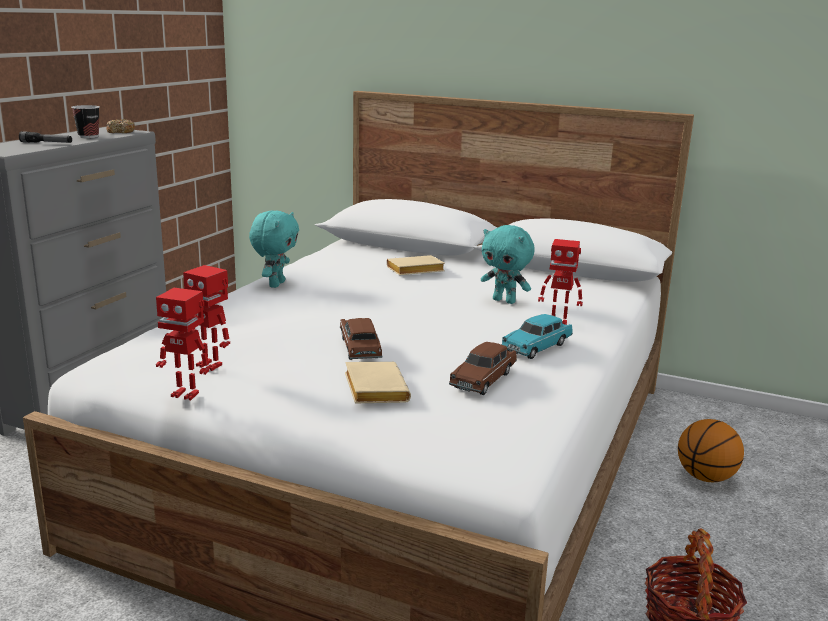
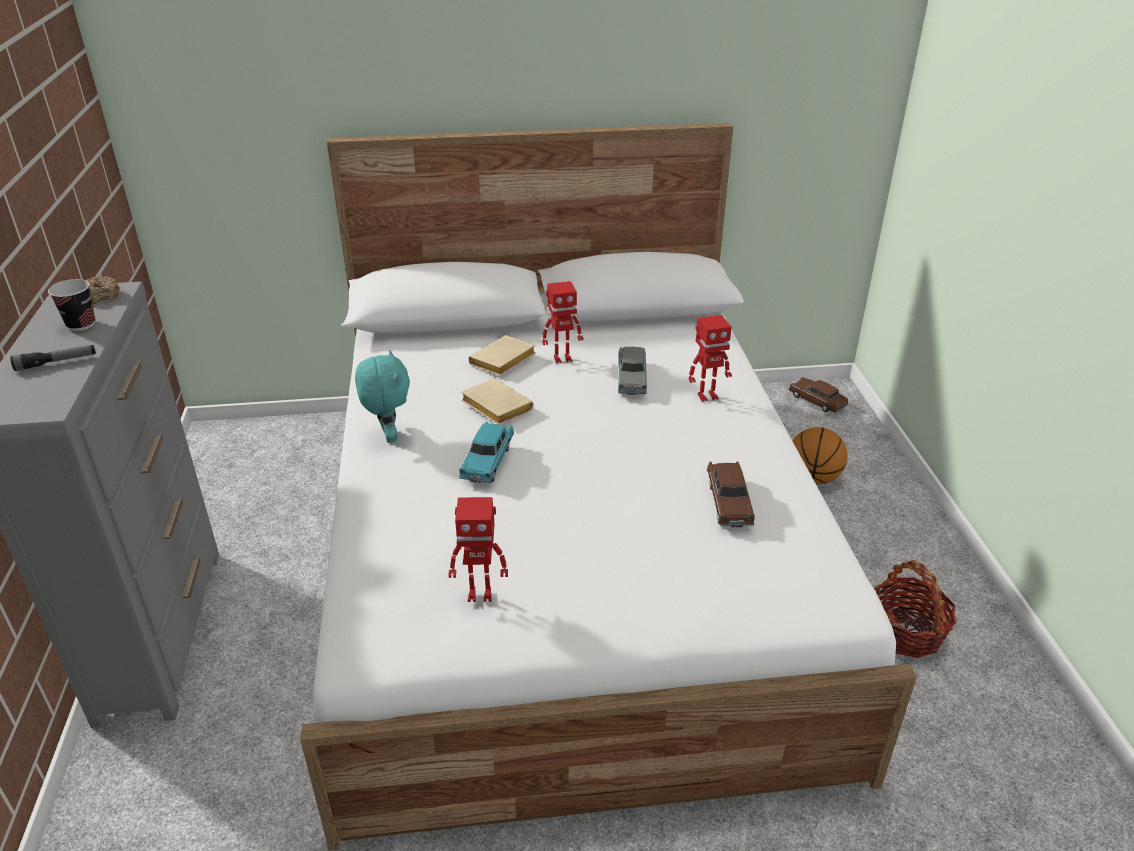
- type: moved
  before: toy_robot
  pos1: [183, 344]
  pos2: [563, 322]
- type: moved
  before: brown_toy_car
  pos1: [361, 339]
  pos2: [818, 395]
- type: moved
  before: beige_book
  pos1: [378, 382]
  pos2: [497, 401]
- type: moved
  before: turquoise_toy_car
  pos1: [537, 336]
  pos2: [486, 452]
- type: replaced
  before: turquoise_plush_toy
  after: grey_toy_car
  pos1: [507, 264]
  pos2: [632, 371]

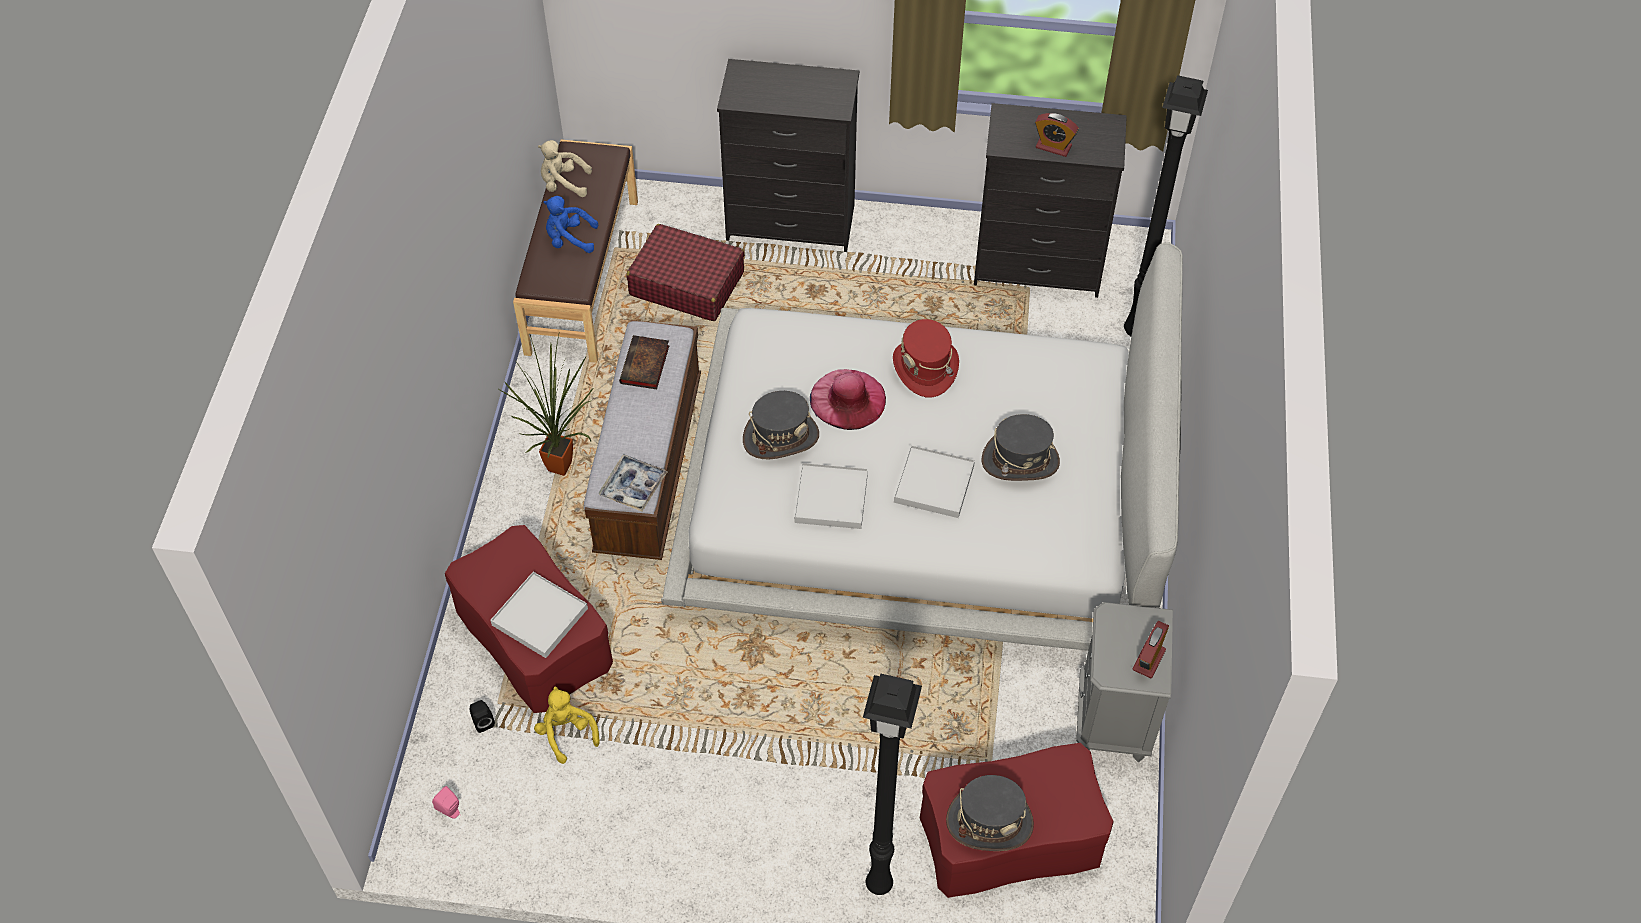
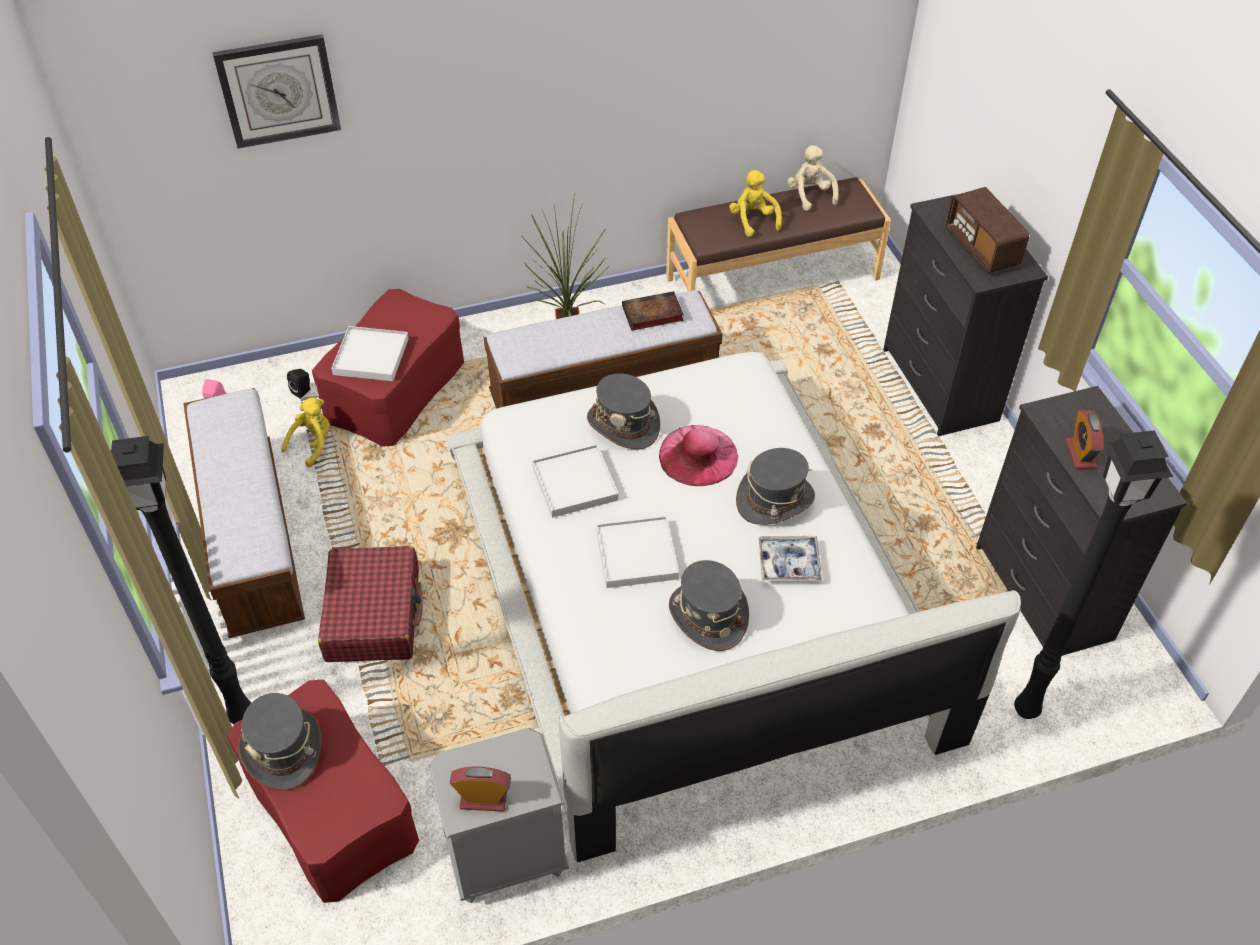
- type: added
  after: bench
  pos2: [244, 513]
- type: added
  after: wall_clock
  pos2: [276, 91]
- type: added
  after: radio
  pos2: [987, 230]
- type: moved
  before: tray
  pos1: [633, 483]
  pos2: [790, 558]
- type: moved
  before: red_suitcase
  pos1: [685, 272]
  pos2: [370, 604]
- type: recoloured
  before: blue_plush_toy
  after: yellow_plush_toy
  pos1: [570, 224]
  pos2: [755, 203]
- type: recoloured
  before: red_hat
  after: grey_hat
  pos1: [926, 358]
  pos2: [775, 486]

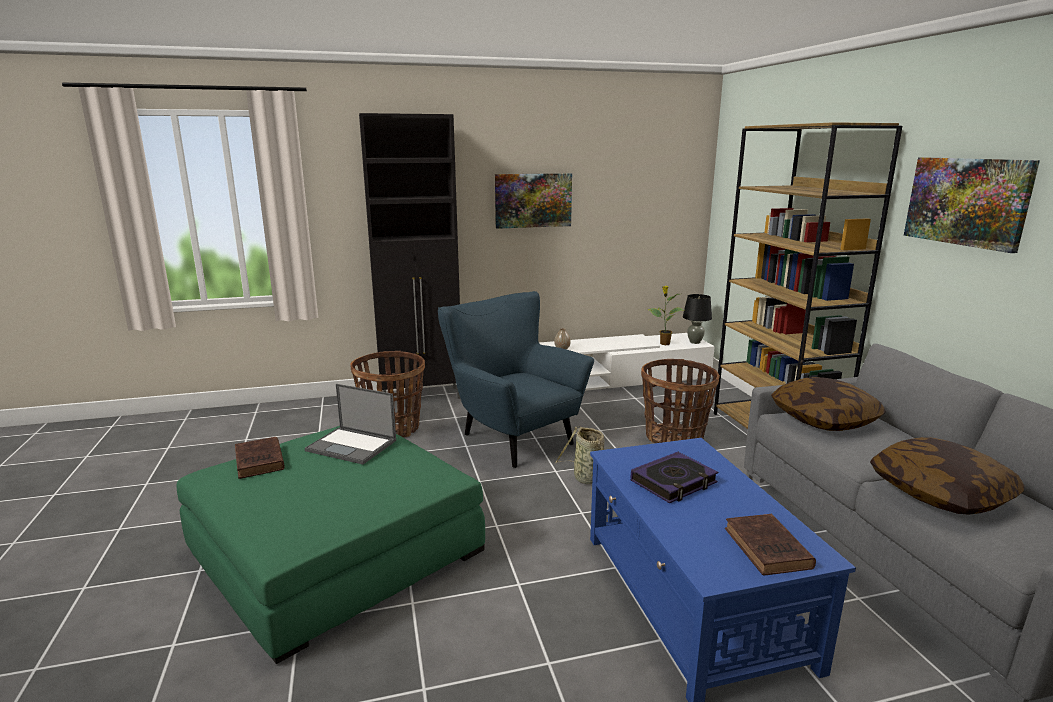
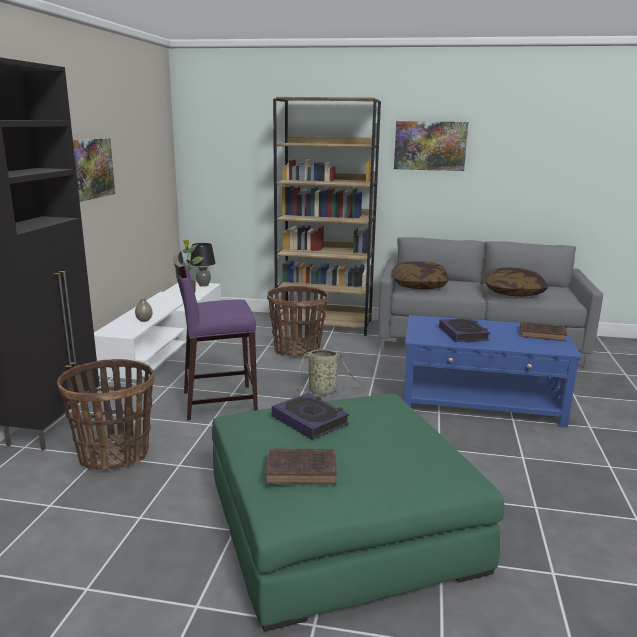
- type: replaced
  before: laptop
  after: book
  pos1: [350, 424]
  pos2: [311, 416]
- type: replaced
  before: blue_armchair
  after: purple_stool
  pos1: [516, 379]
  pos2: [215, 335]

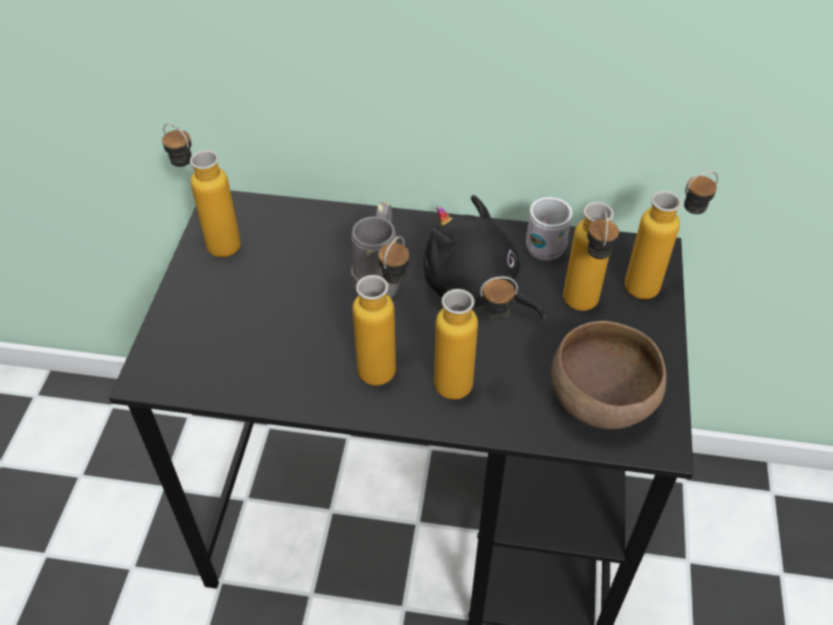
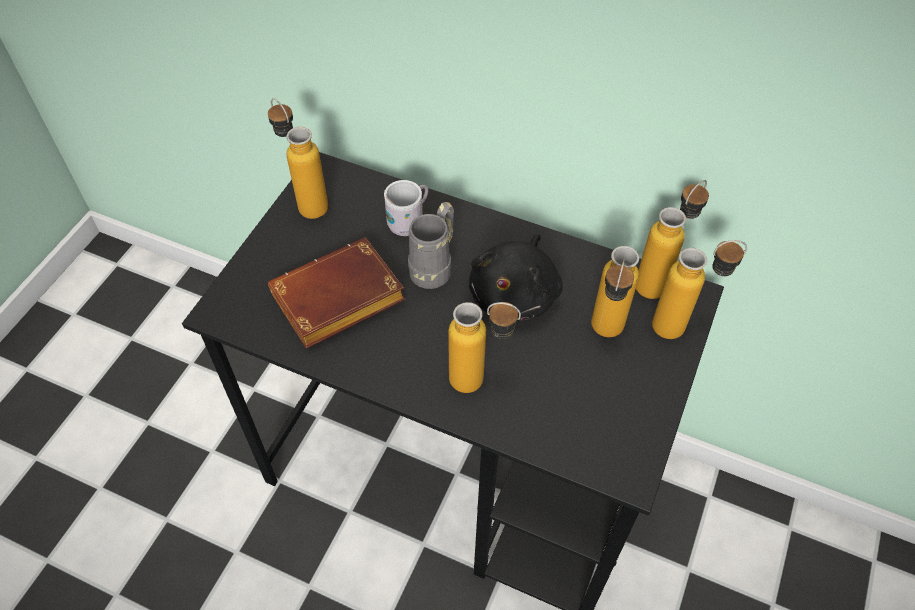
- type: removed
  before: brown_bowl
  pos1: [608, 375]
- type: added
  after: brown_book
  pos2: [337, 292]
- type: moved
  before: bottle
  pos1: [380, 311]
  pos2: [672, 239]
- type: moved
  before: white_mug
  pos1: [549, 229]
  pos2: [406, 208]
- type: turned
  before: black_plush_toy
  pos1: [484, 257]
  pos2: [516, 278]
  turn: -120

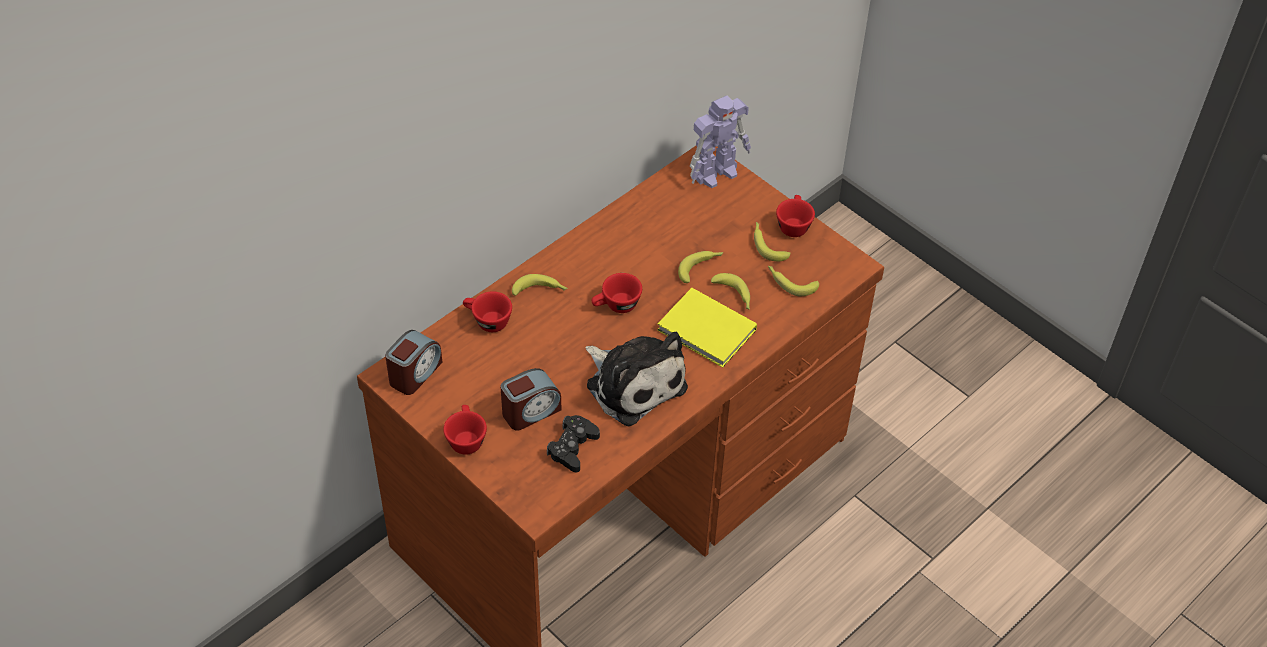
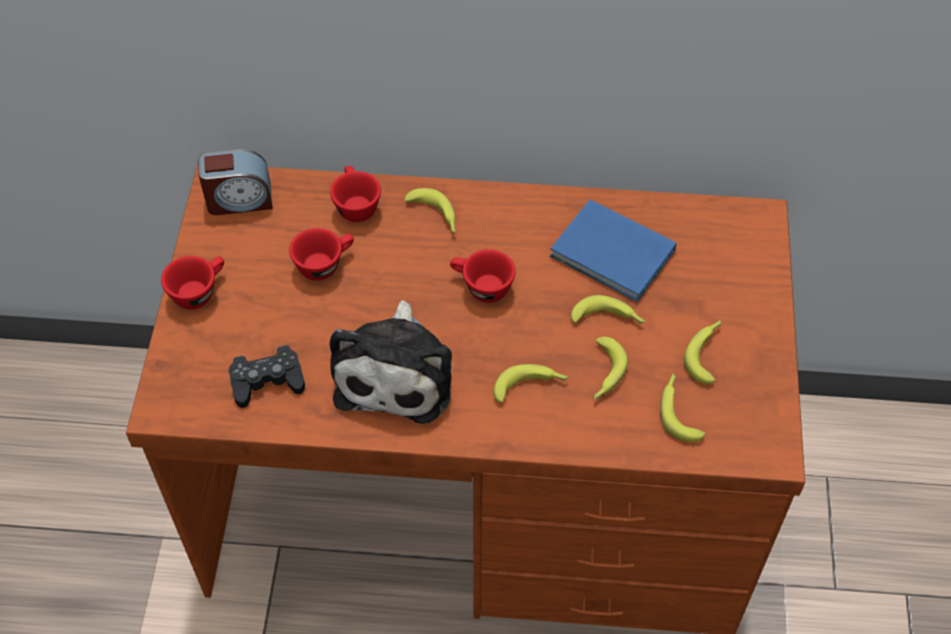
- type: removed
  before: alarm_clock
  pos1: [530, 399]
- type: removed
  before: toy_robot
  pos1: [720, 141]
- type: added
  after: blue_book
  pos2: [613, 251]
- type: moved
  before: red_cup
  pos1: [795, 216]
  pos2: [321, 254]
- type: replaced
  before: yellow_book
  after: banana
  pos1: [707, 328]
  pos2: [531, 383]

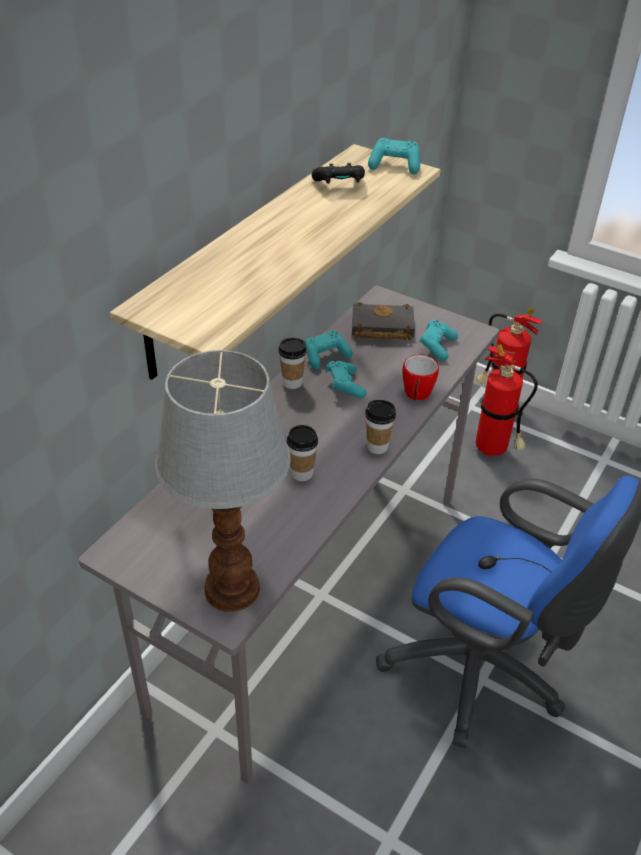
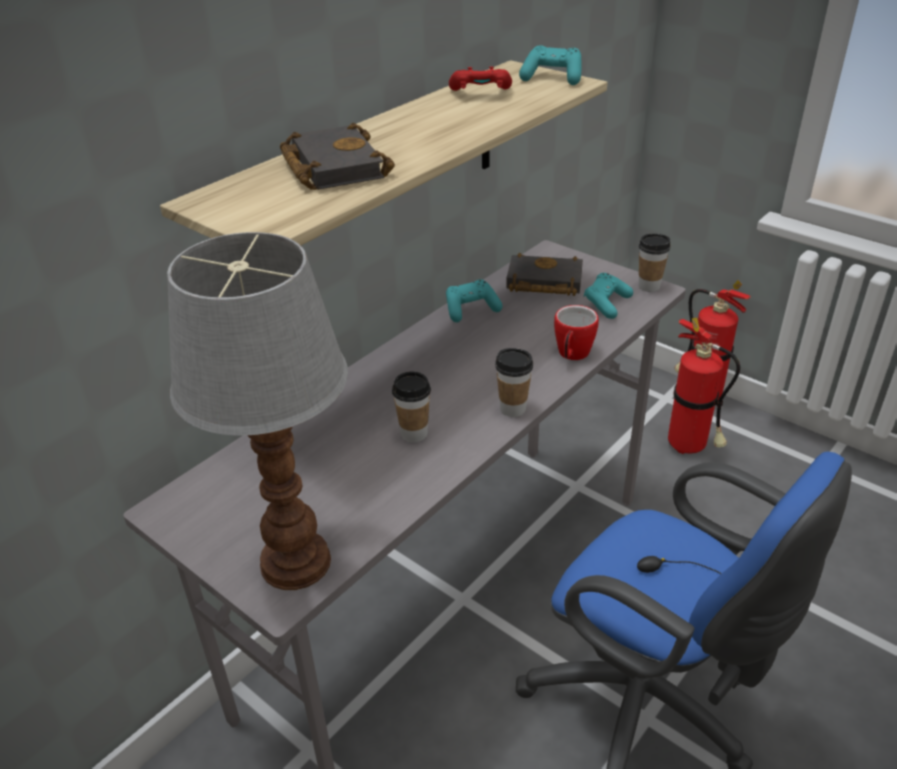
- type: removed
  before: turquoise_game_controller
  pos1: [346, 380]
- type: added
  after: black_book
  pos2: [337, 156]
- type: moved
  before: cup
  pos1: [293, 363]
  pos2: [655, 263]
- type: recoloured
  before: black_game_controller
  after: red_game_controller
  pos1: [338, 173]
  pos2: [480, 79]

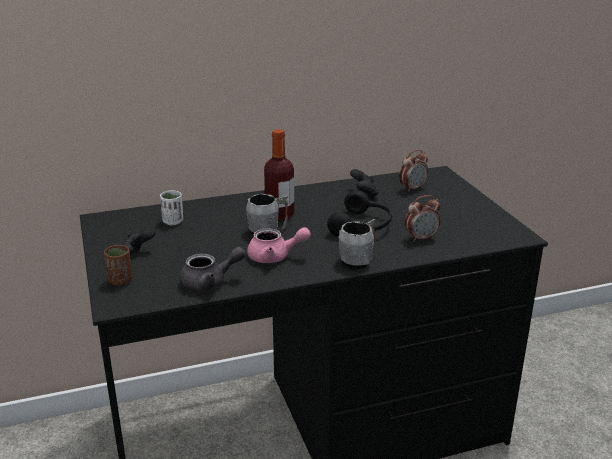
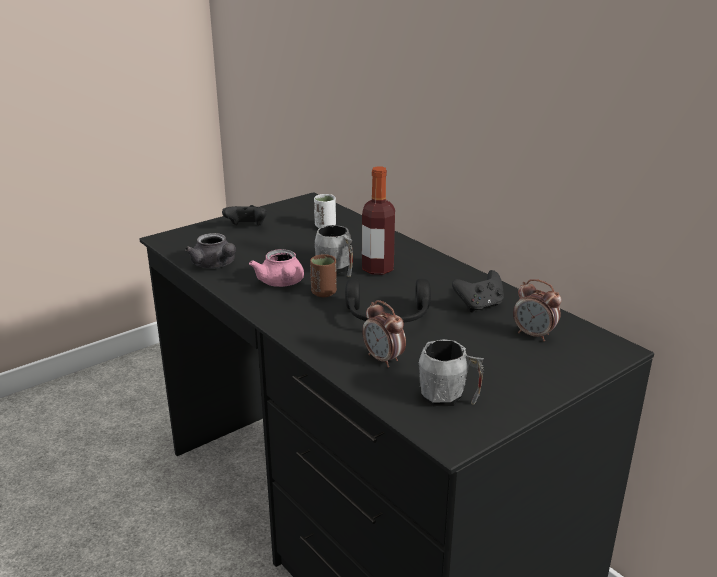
- type: moved
  before: brown_cup
  pos1: [118, 265]
  pos2: [323, 275]
- type: moved
  before: grey_mug
  pos1: [357, 244]
  pos2: [451, 372]

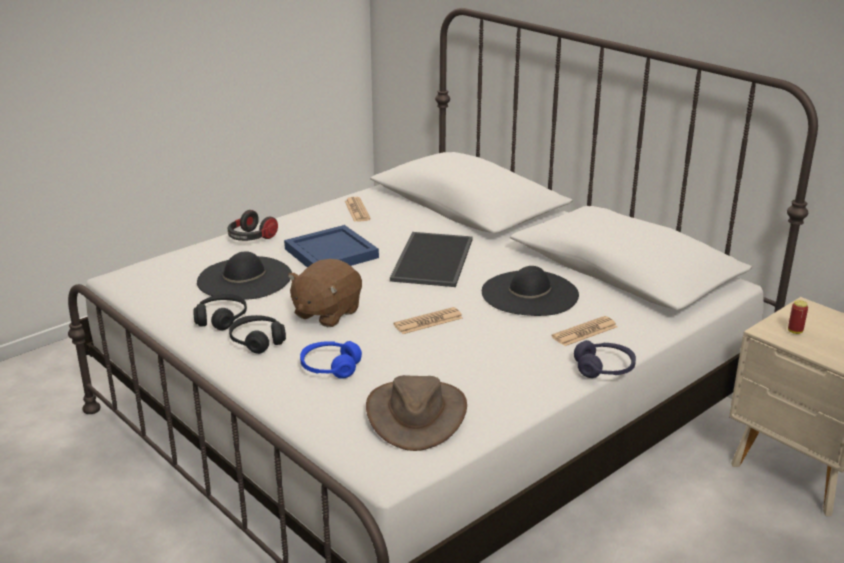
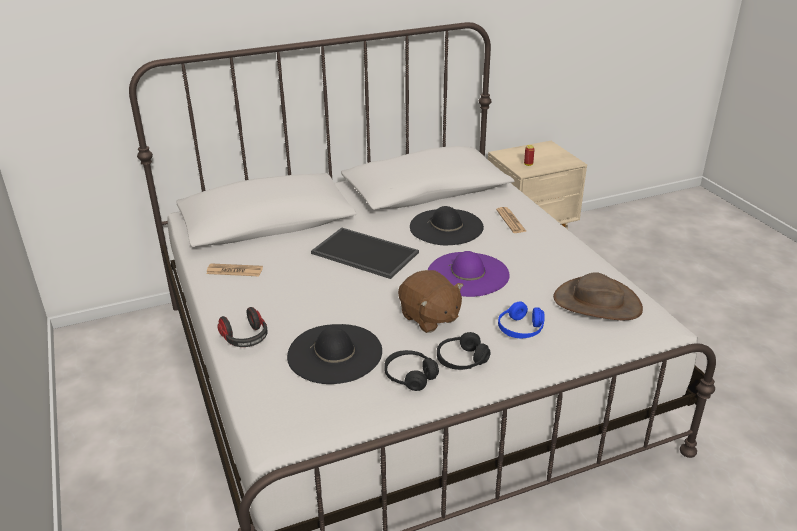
- type: removed
  before: blue_tray
  pos1: [331, 246]
- type: removed
  before: purple_headphones
  pos1: [605, 359]
- type: replaced
  before: newspaper
  after: purple_hat
  pos1: [428, 320]
  pos2: [468, 274]

